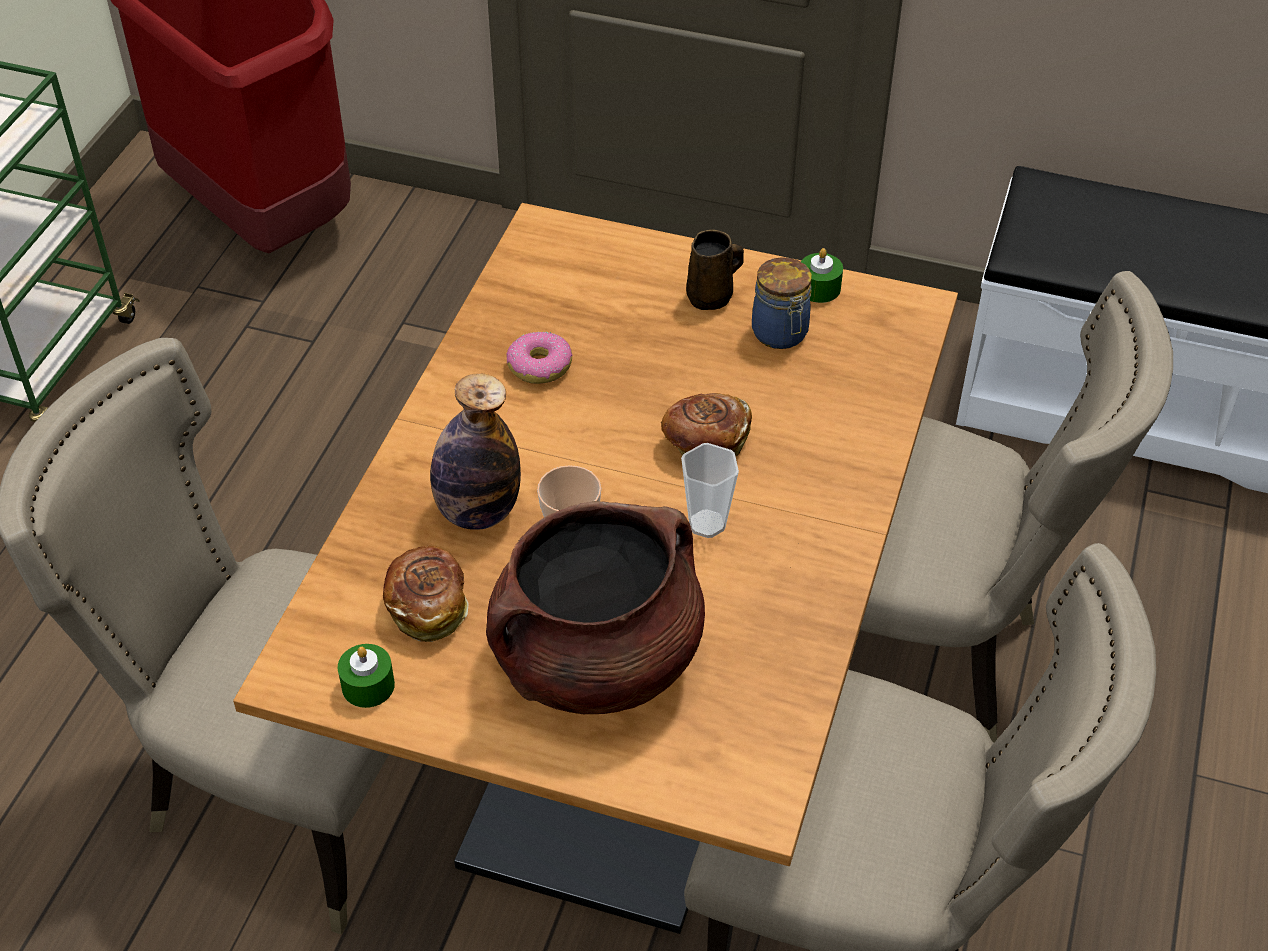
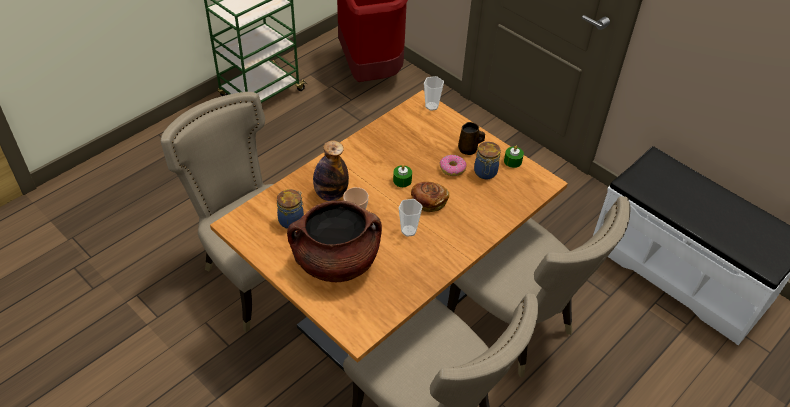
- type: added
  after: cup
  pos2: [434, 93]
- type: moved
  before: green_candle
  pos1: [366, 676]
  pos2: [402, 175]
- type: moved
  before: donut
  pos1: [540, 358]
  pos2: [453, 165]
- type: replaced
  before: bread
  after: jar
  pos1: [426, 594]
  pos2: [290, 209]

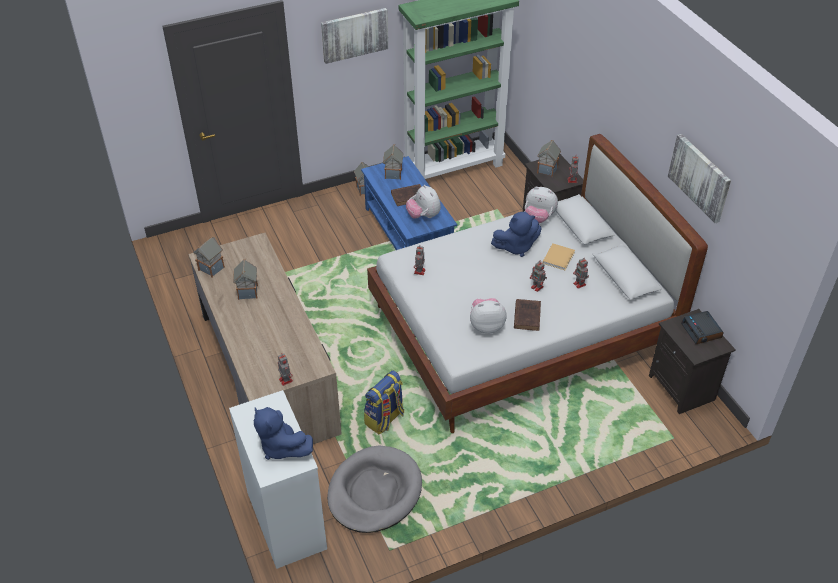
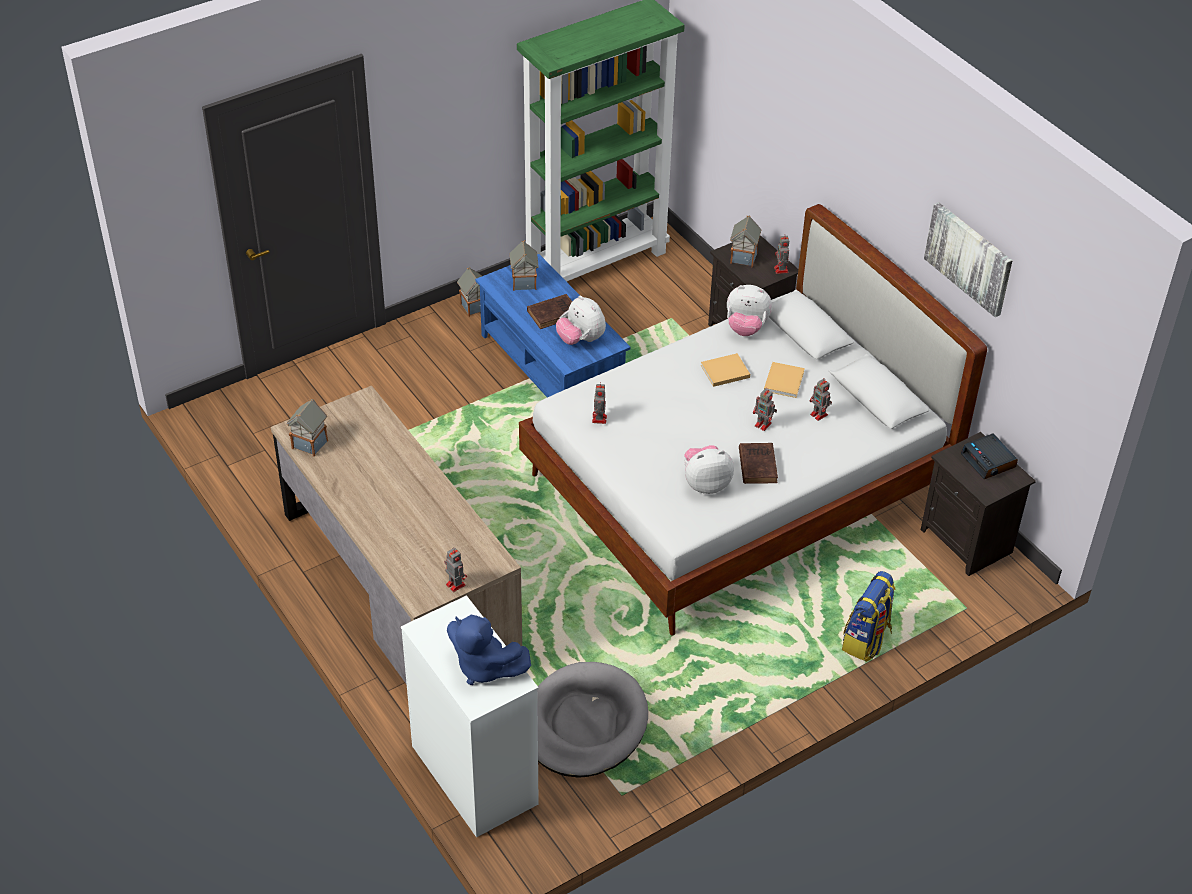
- type: removed
  before: toy_house
  pos1: [245, 279]
- type: removed
  before: picture
  pos1: [354, 36]
- type: moved
  before: backpack
  pos1: [384, 402]
  pos2: [869, 616]
- type: replaced
  before: blue_plush_toy
  after: beige_book
  pos1: [516, 234]
  pos2: [725, 370]

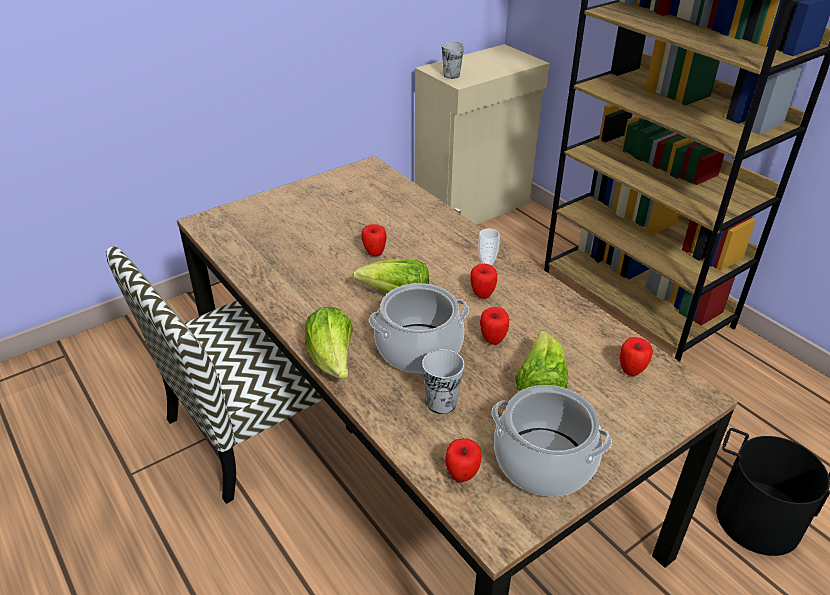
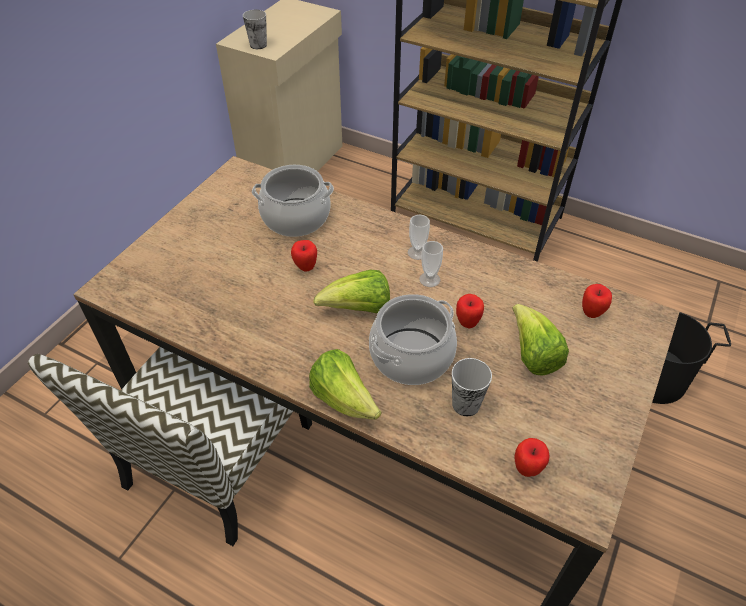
- type: moved
  before: cooking_pot
  pos1: [551, 441]
  pos2: [293, 201]
- type: replaced
  before: apple
  after: cup
  pos1: [483, 281]
  pos2: [431, 264]

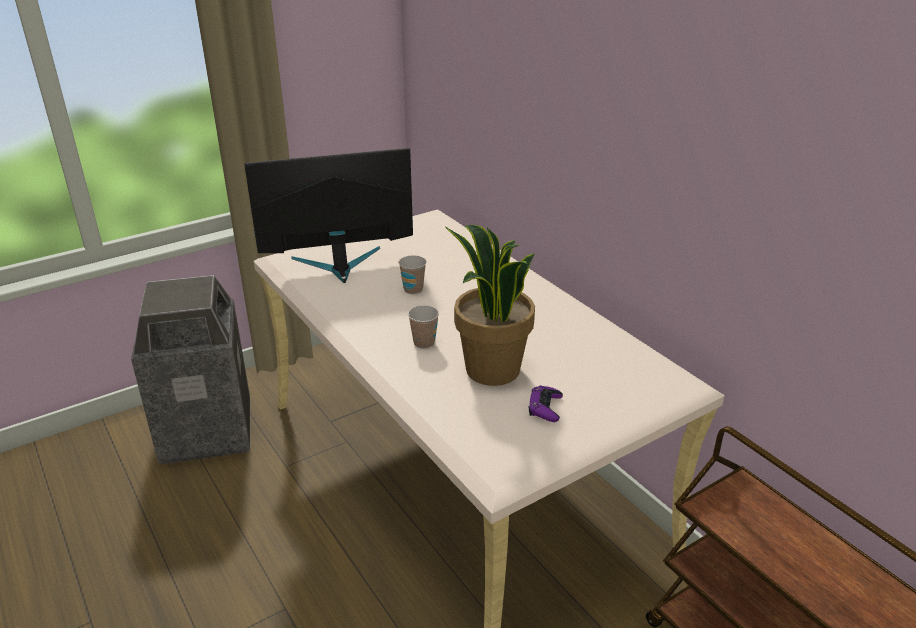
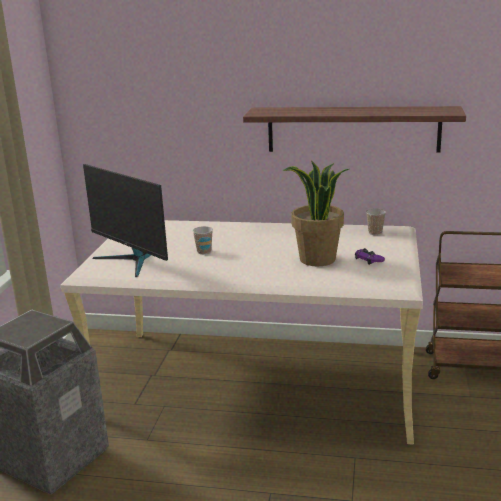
- type: added
  after: shelf
  pos2: [354, 129]
- type: moved
  before: cup
  pos1: [423, 327]
  pos2: [376, 222]
- type: turned
  before: monitor
  pos1: [328, 215]
  pos2: [125, 220]
  turn: -75

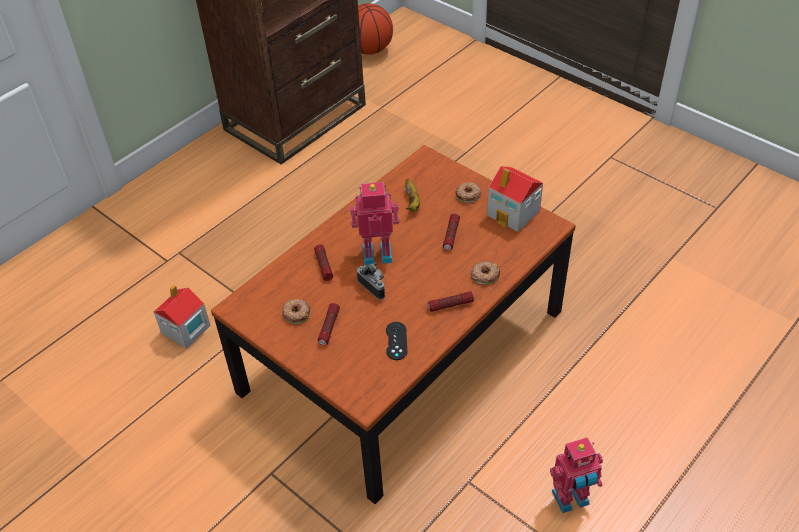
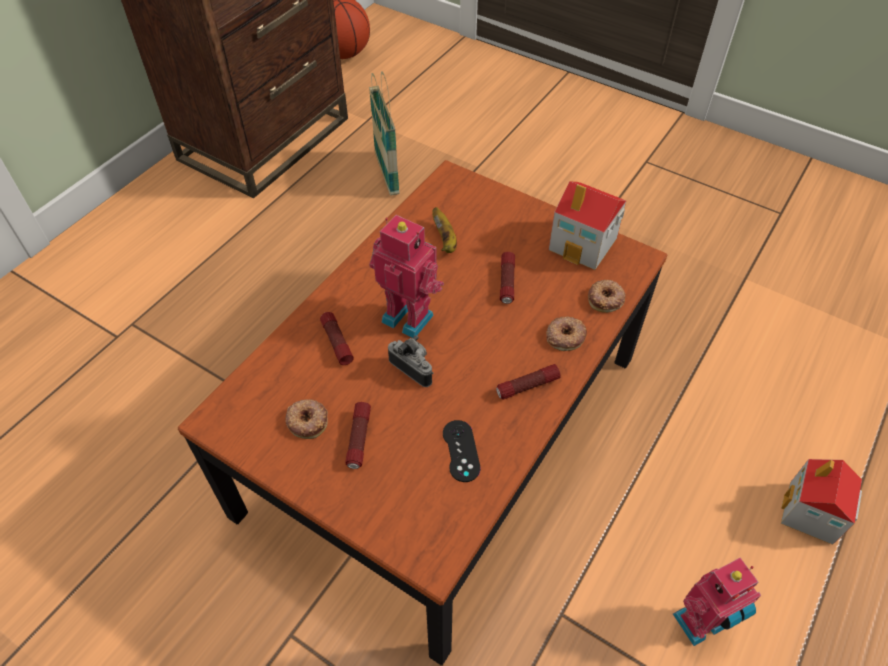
- type: added
  after: basket
  pos2: [384, 133]
- type: moved
  before: toy_house
  pos1: [182, 317]
  pos2: [821, 502]
- type: moved
  before: donut
  pos1: [468, 192]
  pos2: [606, 296]
- type: turned
  before: toy_robot
  pos1: [374, 223]
  pos2: [406, 276]
  turn: 45

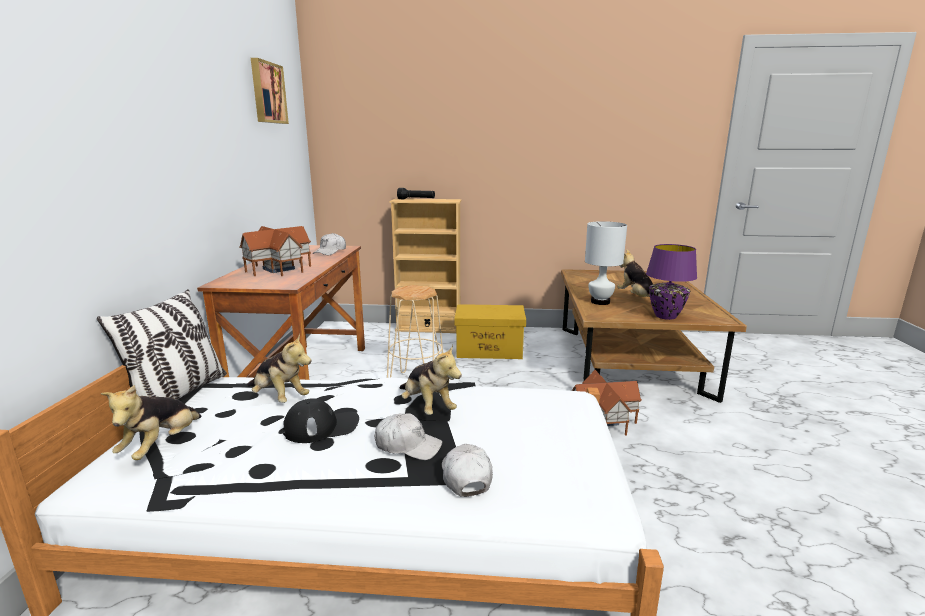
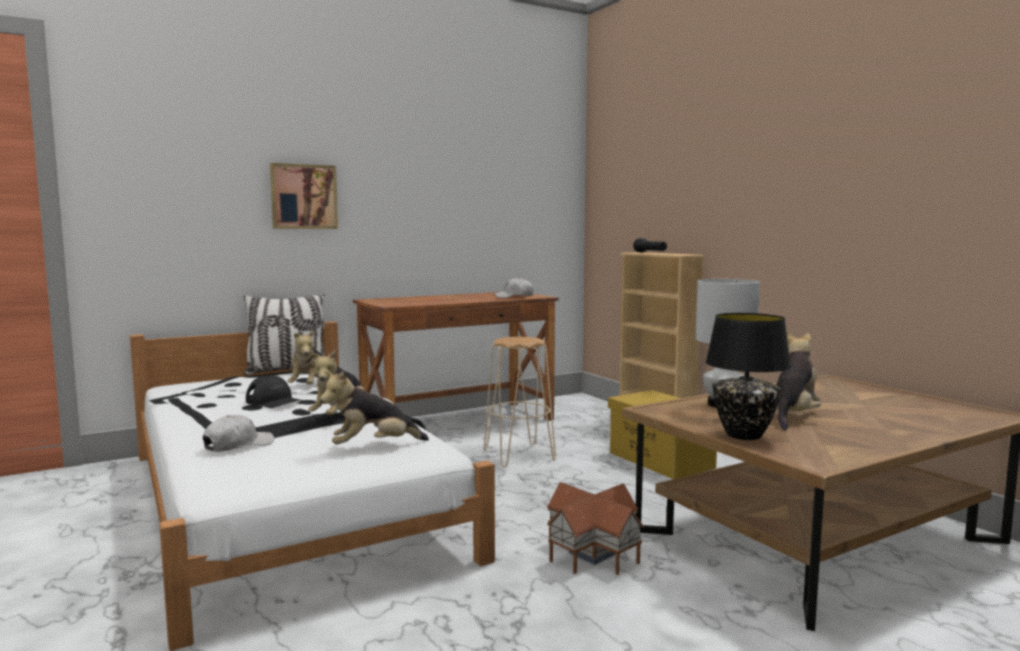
- type: removed
  before: toy_house
  pos1: [275, 251]
- type: removed
  before: white_cap
  pos1: [408, 436]
- type: moved
  before: plush_toy
  pos1: [151, 422]
  pos2: [374, 407]
- type: moved
  before: picture
  pos1: [270, 91]
  pos2: [304, 196]
- type: recoloured
  before: purple_table_lamp
  after: black_table_lamp
  pos1: [671, 282]
  pos2: [748, 376]

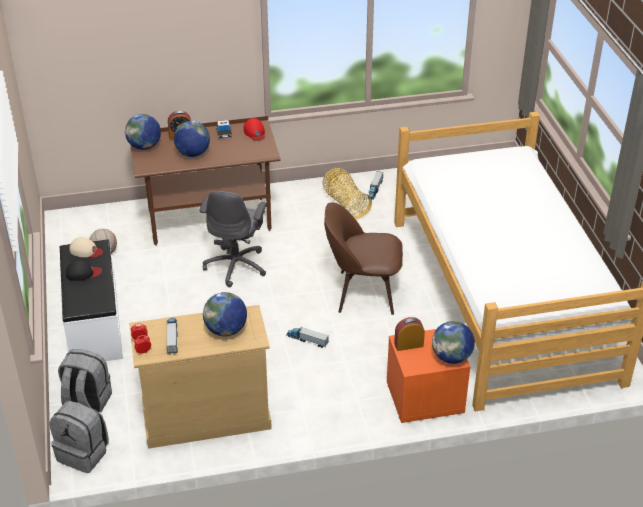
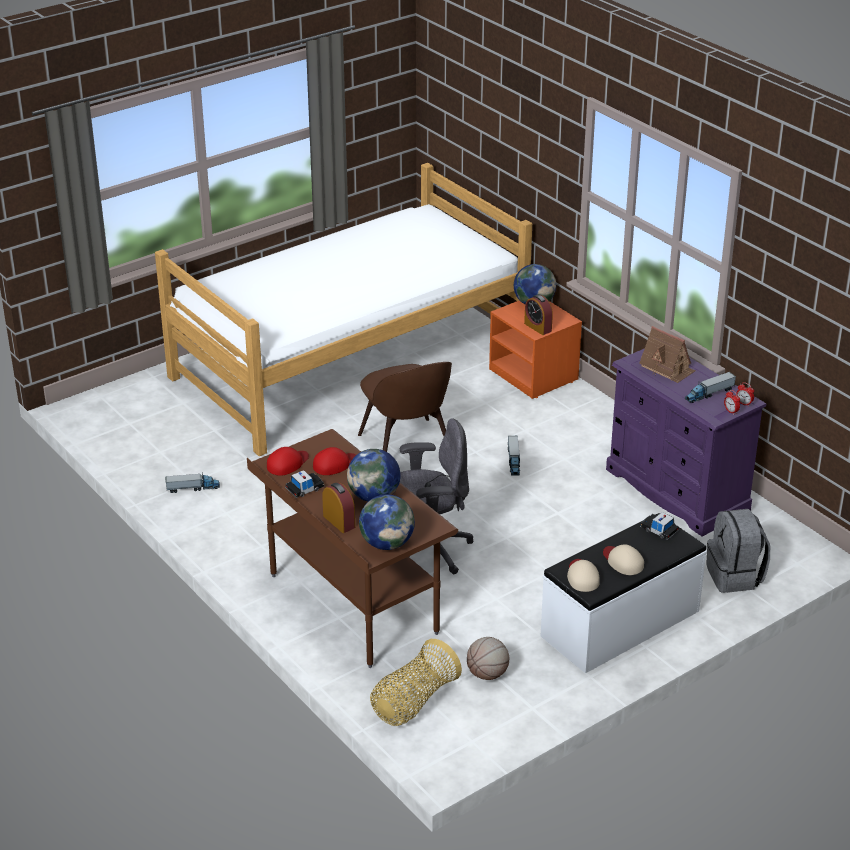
- type: removed
  before: grey_backpack
  pos1: [79, 437]
- type: added
  after: red_cap
  pos2: [334, 461]
- type: added
  after: toy_car
  pos2: [659, 526]
- type: moved
  before: basket
  pos1: [347, 193]
  pos2: [416, 682]
- type: replaced
  before: globe
  after: toy_house
  pos1: [225, 314]
  pos2: [667, 354]
- type: recoloured
  before: black_cap
  after: beige_cap
  pos1: [84, 270]
  pos2: [623, 559]
- type: recoloured
  before: beige_dresser
  after: purple_dresser
  pos1: [200, 377]
  pos2: [686, 442]

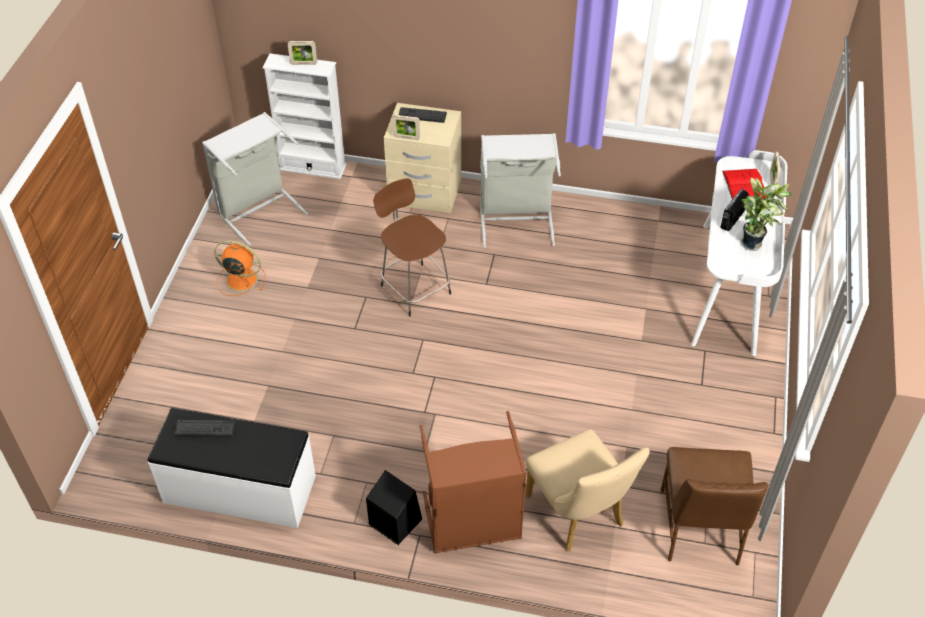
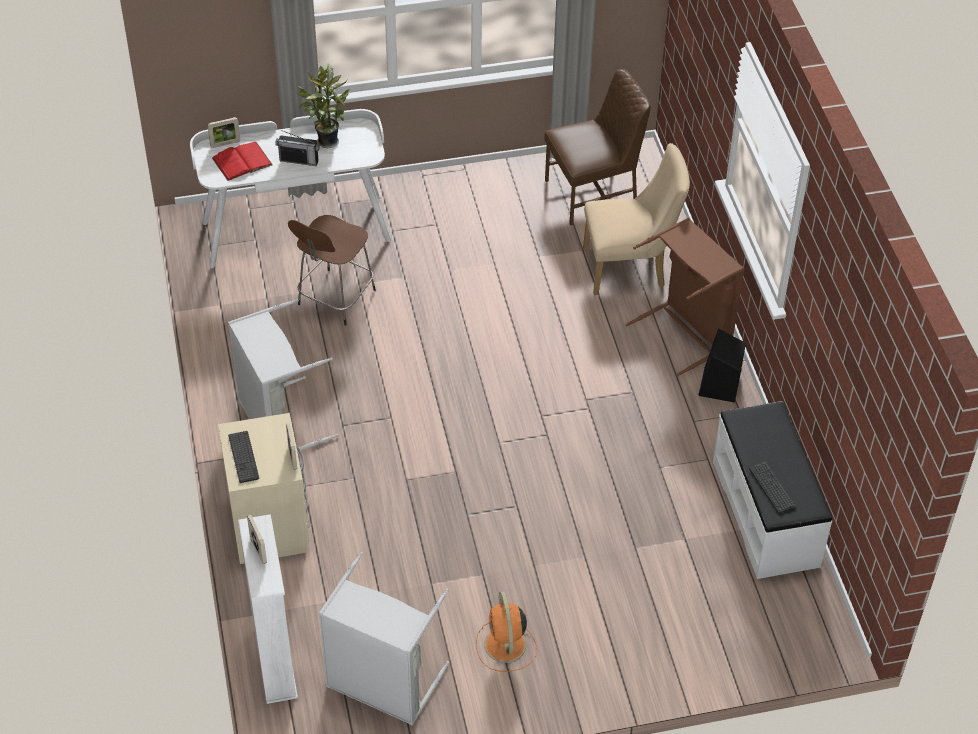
- type: moved
  before: brown_stool
  pos1: [412, 247]
  pos2: [332, 270]
- type: turned
  before: beige_chair
  pos1: [587, 490]
  pos2: [636, 219]
  turn: 45

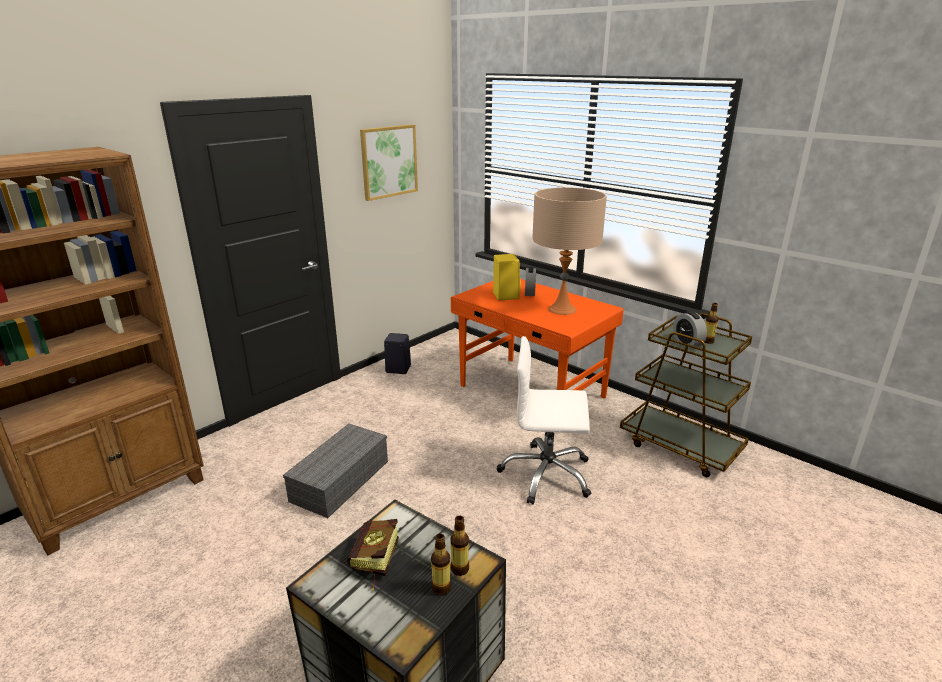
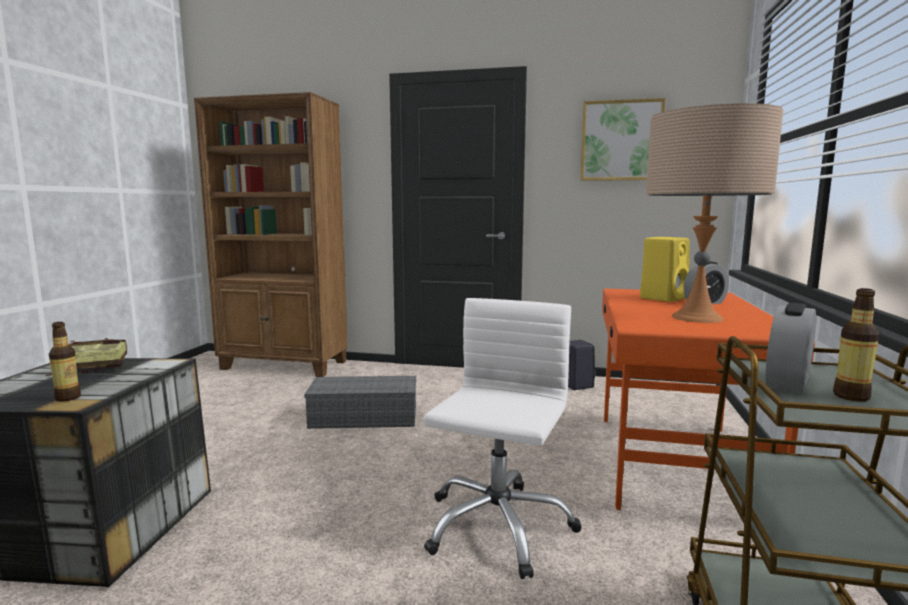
- type: removed
  before: bottle
  pos1: [441, 564]
- type: turned
  before: white_office_chair
  pos1: [544, 420]
  pos2: [502, 438]
  turn: 45

